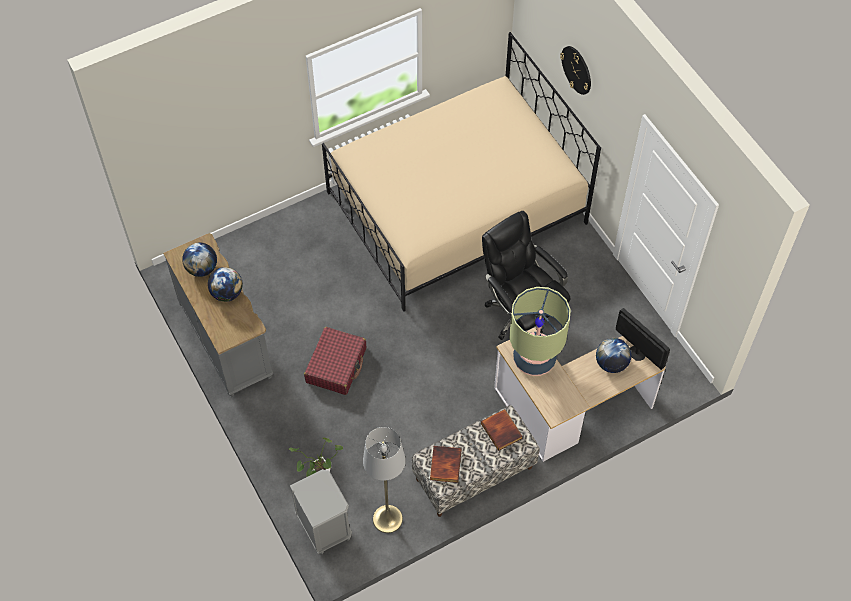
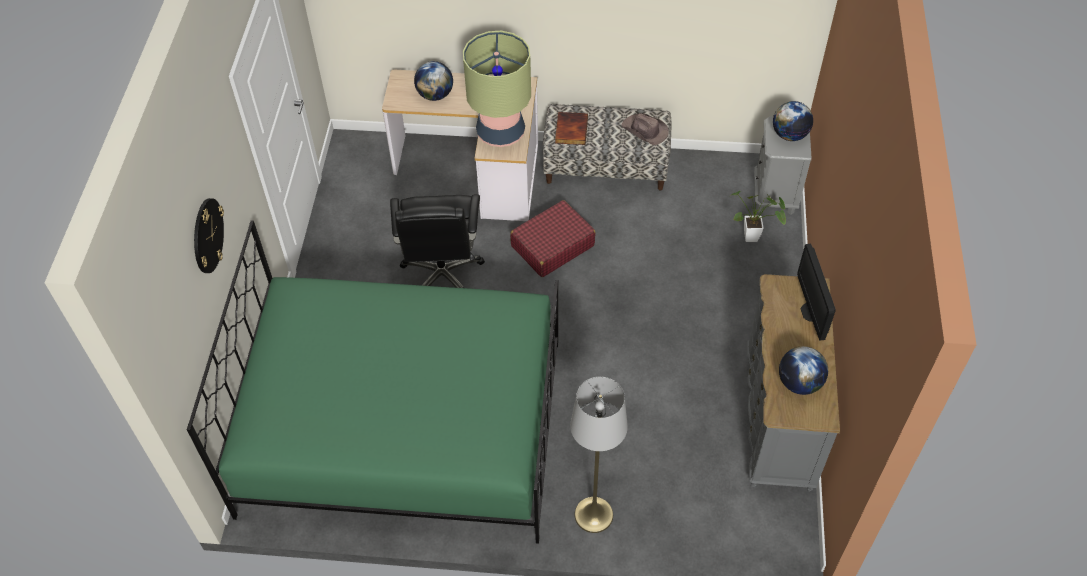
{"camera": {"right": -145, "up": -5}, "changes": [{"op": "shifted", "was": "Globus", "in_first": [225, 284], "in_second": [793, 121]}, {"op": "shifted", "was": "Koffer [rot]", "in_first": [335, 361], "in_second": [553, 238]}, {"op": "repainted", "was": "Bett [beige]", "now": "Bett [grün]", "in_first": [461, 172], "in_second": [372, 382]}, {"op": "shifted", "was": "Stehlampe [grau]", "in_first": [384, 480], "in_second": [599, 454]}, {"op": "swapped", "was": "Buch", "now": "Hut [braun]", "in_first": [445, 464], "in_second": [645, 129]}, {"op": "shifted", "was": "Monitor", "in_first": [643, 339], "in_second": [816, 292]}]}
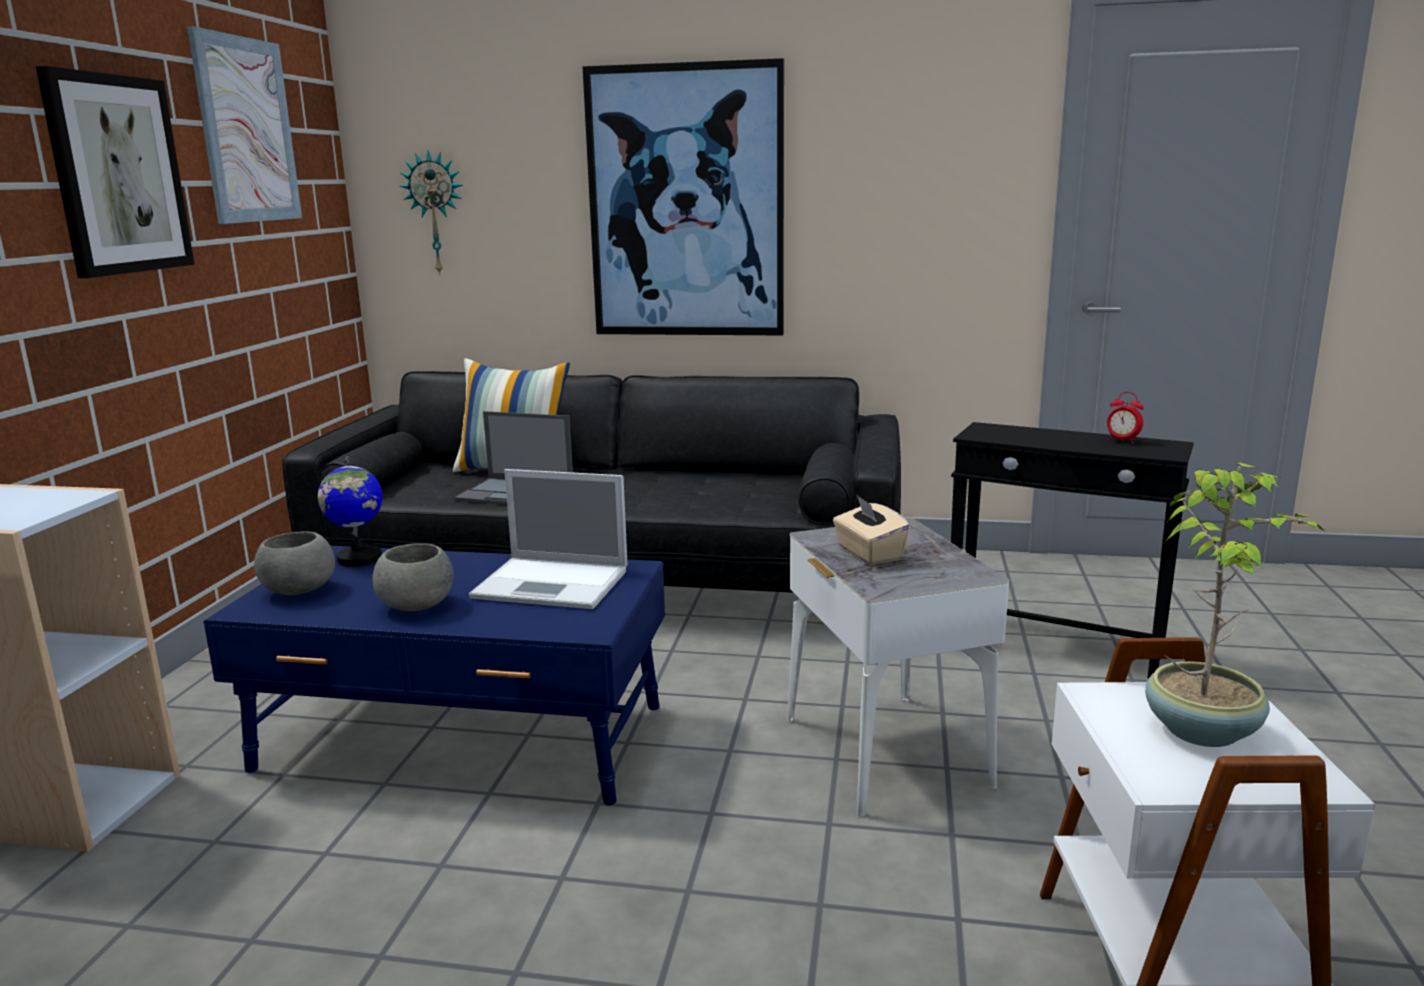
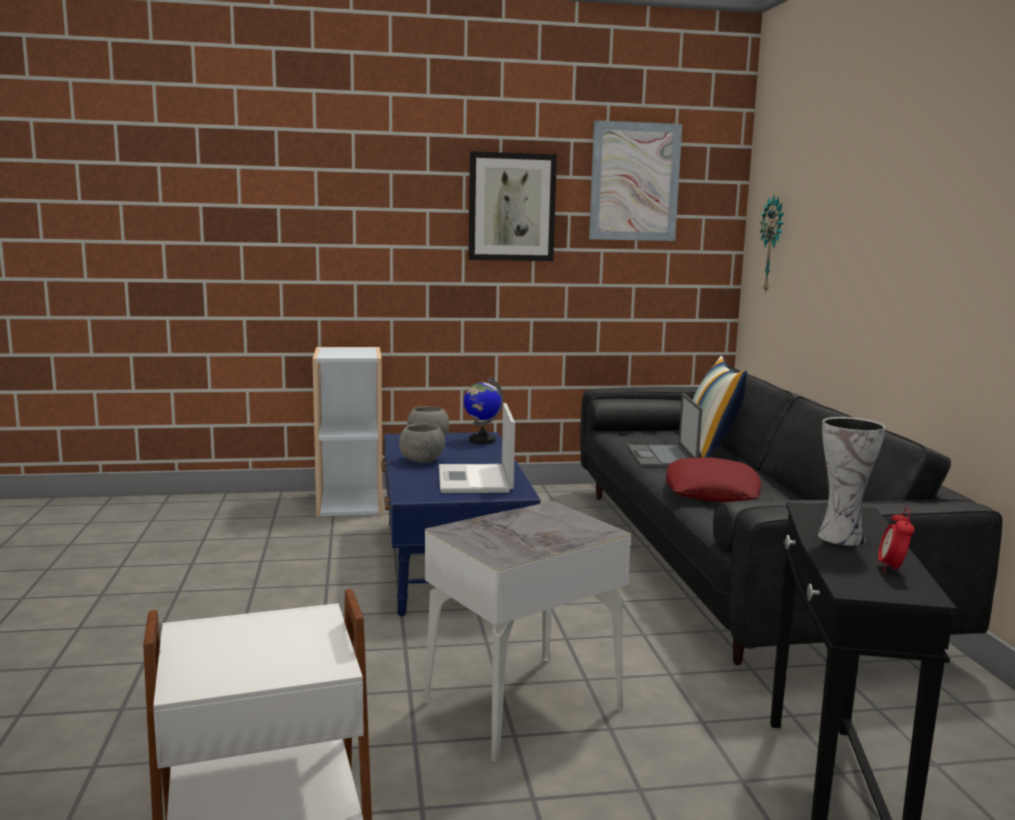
{"camera": {"right": 70, "up": -5}, "changes": [{"op": "gone", "was": "Bild", "in_first": [683, 196]}, {"op": "gone", "was": "Taschentuchbox [beige]", "in_first": [871, 530]}, {"op": "gone", "was": "Topfpflanze", "in_first": [1235, 604]}, {"op": "new", "now": "Kissen [rot]", "in_second": [713, 479]}, {"op": "new", "now": "Vase", "in_second": [851, 481]}]}
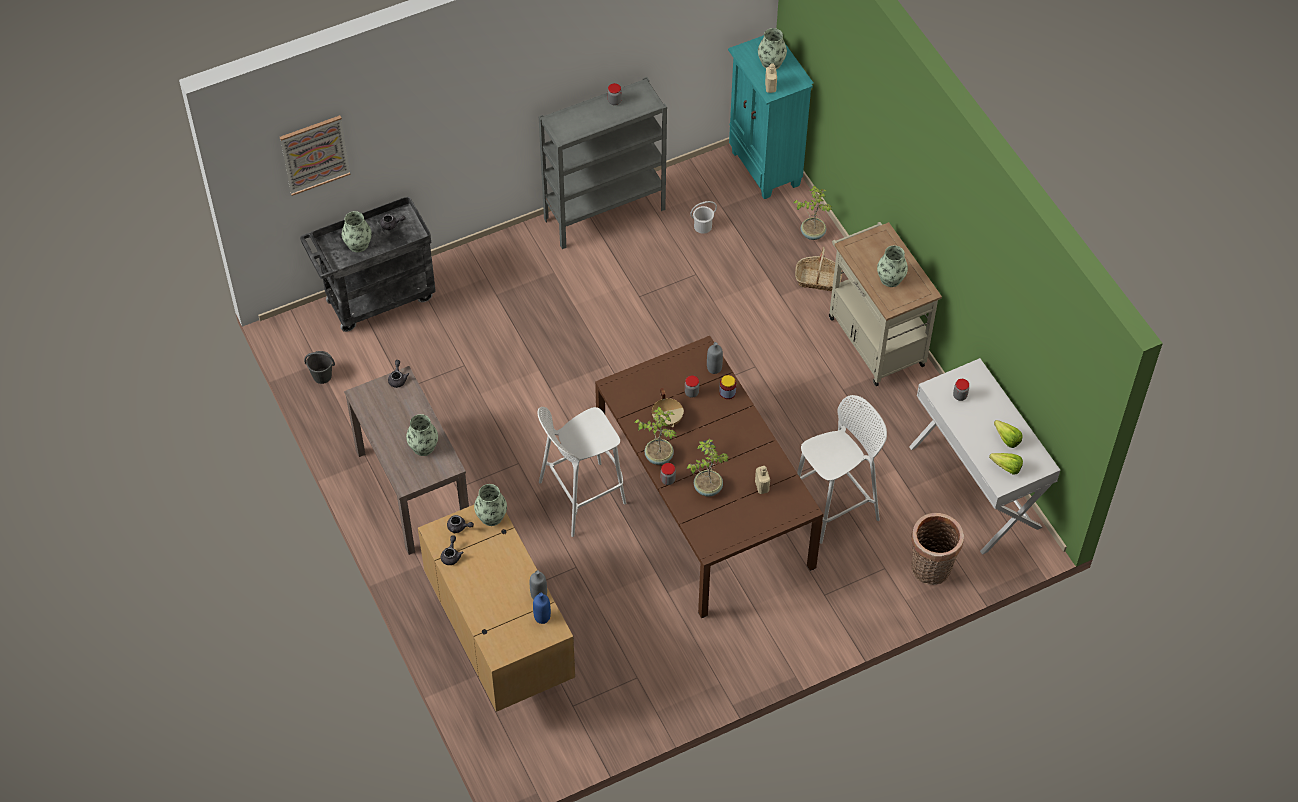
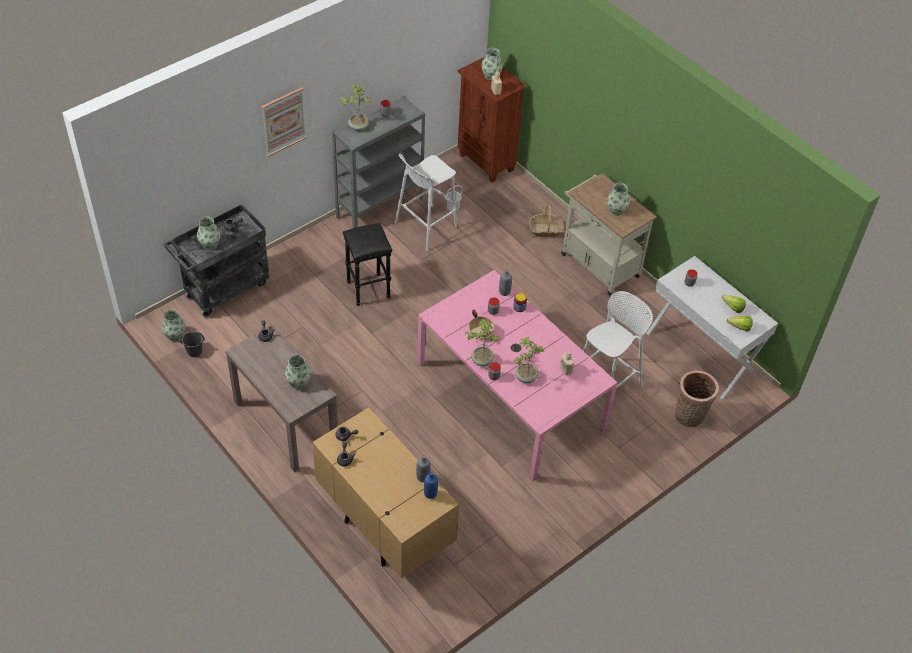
{"camera": {"right": -15, "up": -5}, "changes": [{"op": "shifted", "was": "Bild", "in_first": [315, 155], "in_second": [284, 122]}, {"op": "shifted", "was": "Vase", "in_first": [490, 505], "in_second": [173, 325]}, {"op": "shifted", "was": "Hocker [weiß]", "in_first": [582, 472], "in_second": [425, 202]}, {"op": "repainted", "was": "Esstisch [braun]", "now": "Esstisch [rosa]", "in_first": [709, 477], "in_second": [517, 375]}, {"op": "repainted", "was": "Schrank [türkis]", "now": "Schrank [braun]", "in_first": [770, 117], "in_second": [491, 120]}, {"op": "shifted", "was": "Topfpflanze", "in_first": [813, 213], "in_second": [356, 107]}, {"op": "new", "now": "Hocker [schwarz]", "in_second": [367, 264]}]}
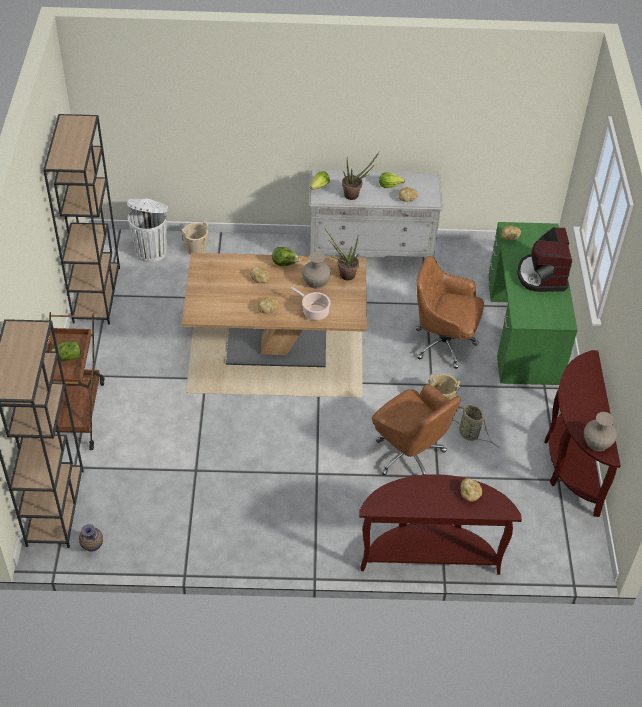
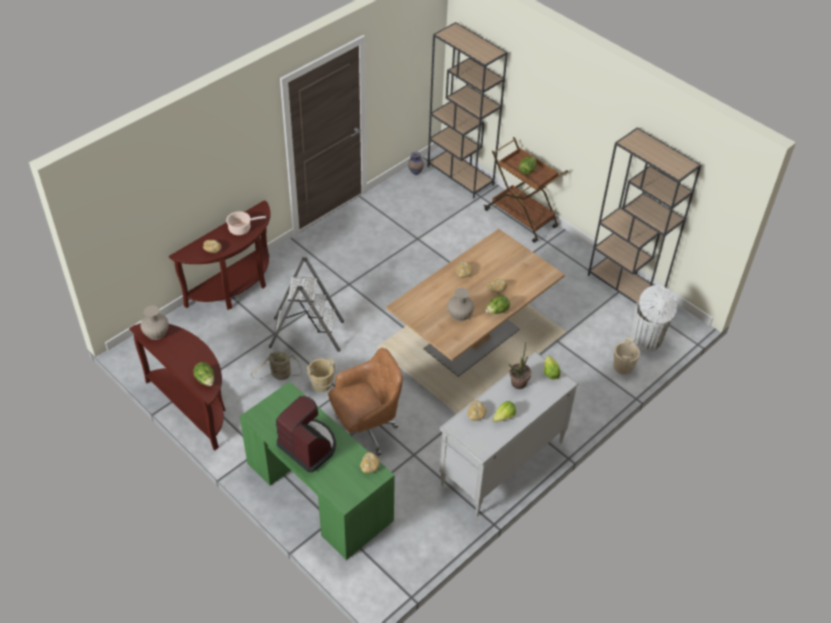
{"camera": {"right": 135, "up": 0}, "changes": [{"op": "shifted", "was": "Kochtopf", "in_first": [310, 304], "in_second": [246, 223]}, {"op": "gone", "was": "Topfpflanze", "in_first": [342, 254]}, {"op": "swapped", "was": "Bürostuhl [braun]", "now": "Trittleiter [grau]", "in_first": [416, 429], "in_second": [306, 304]}, {"op": "new", "now": "Salatkopf", "in_second": [203, 374]}]}
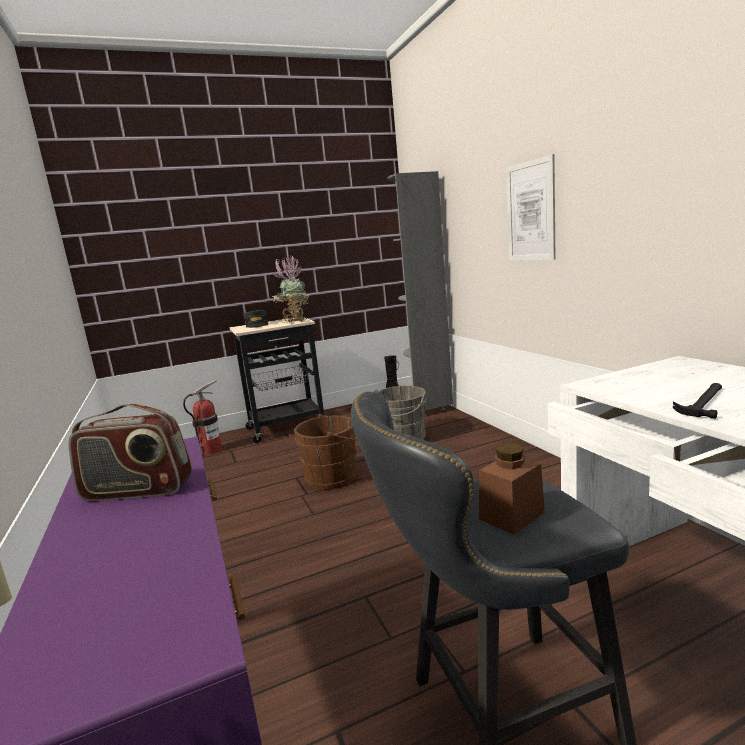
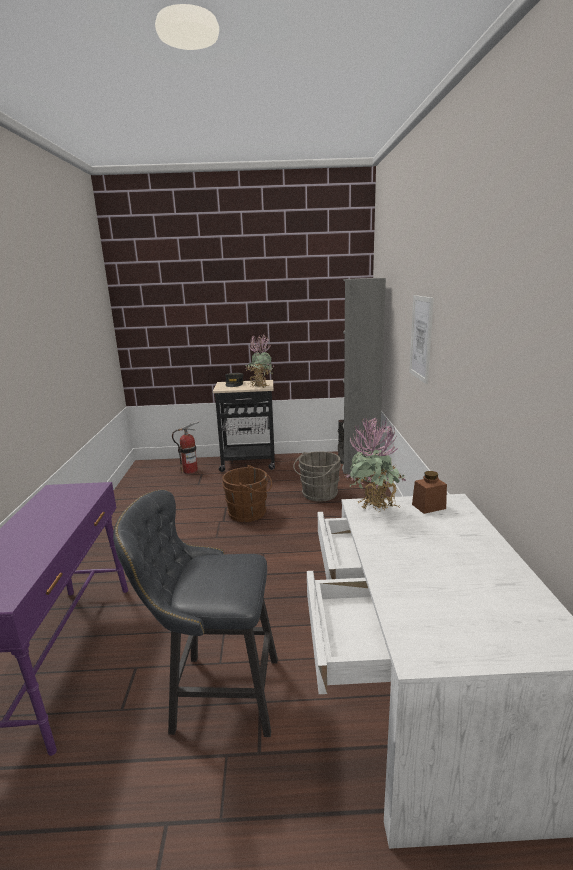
{"camera": {"right": 20, "up": 5}, "changes": [{"op": "gone", "was": "Radio", "in_first": [130, 452]}, {"op": "shifted", "was": "Vorratsglas [braun]", "in_first": [512, 489], "in_second": [429, 492]}, {"op": "gone", "was": "Hammer", "in_first": [697, 401]}, {"op": "new", "now": "Topfpflanze", "in_second": [376, 464]}]}
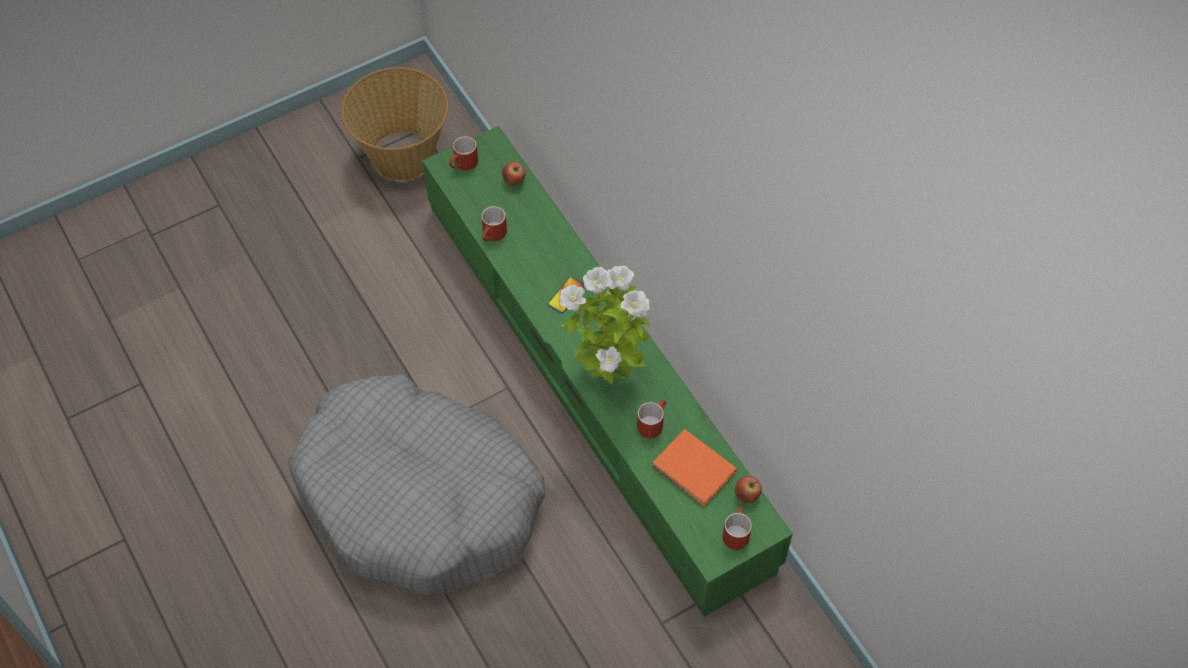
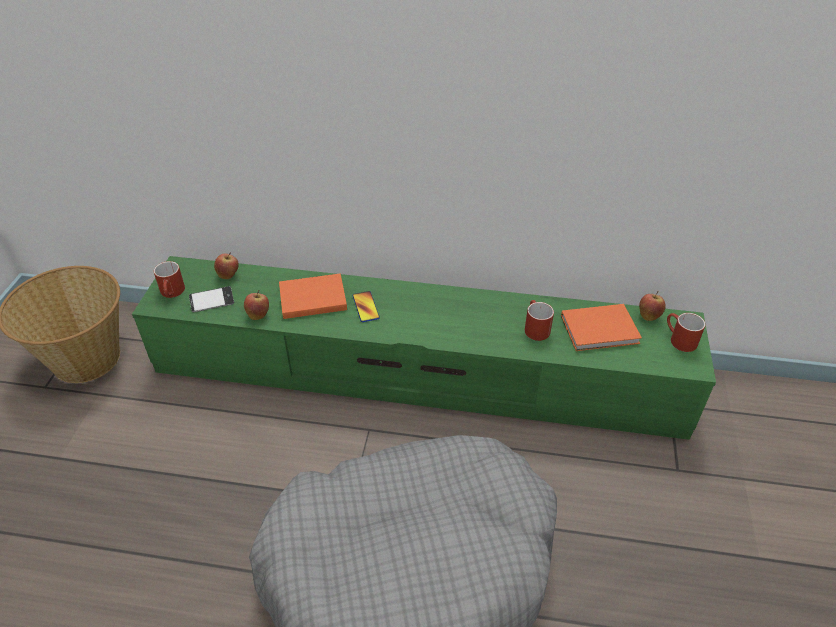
{"camera": {"right": -50, "up": -15}, "changes": [{"op": "swapped", "was": "Henkelbecher [rot]", "now": "Apfel", "in_first": [494, 223], "in_second": [256, 305]}, {"op": "gone", "was": "Topfpflanze", "in_first": [605, 325]}, {"op": "new", "now": "Handy", "in_second": [211, 299]}, {"op": "new", "now": "Buch [orange]", "in_second": [313, 296]}]}
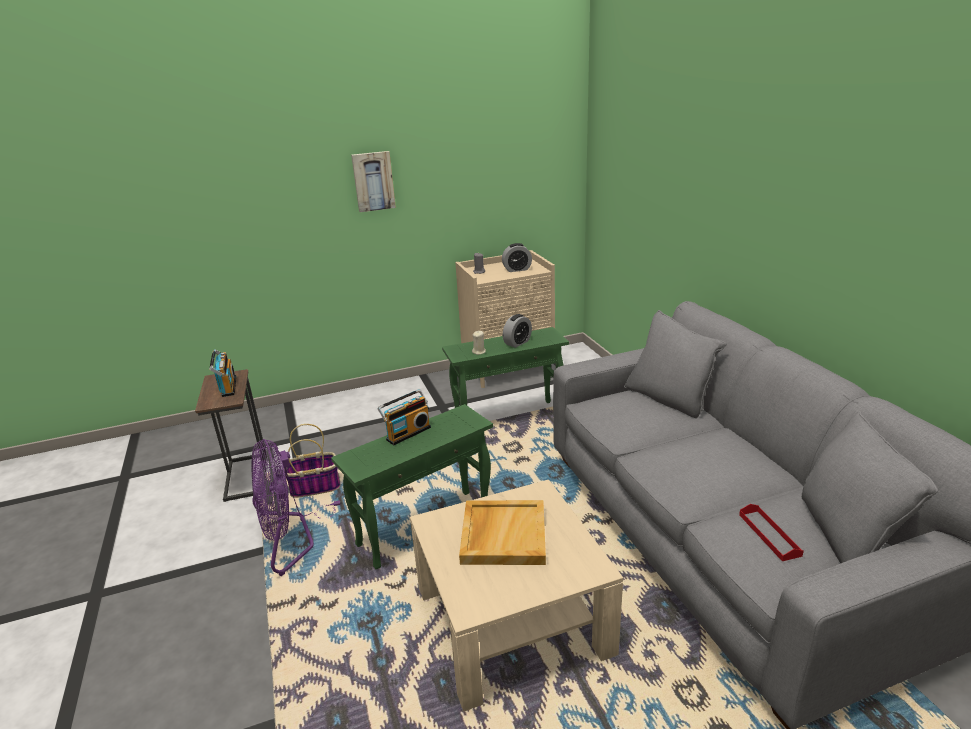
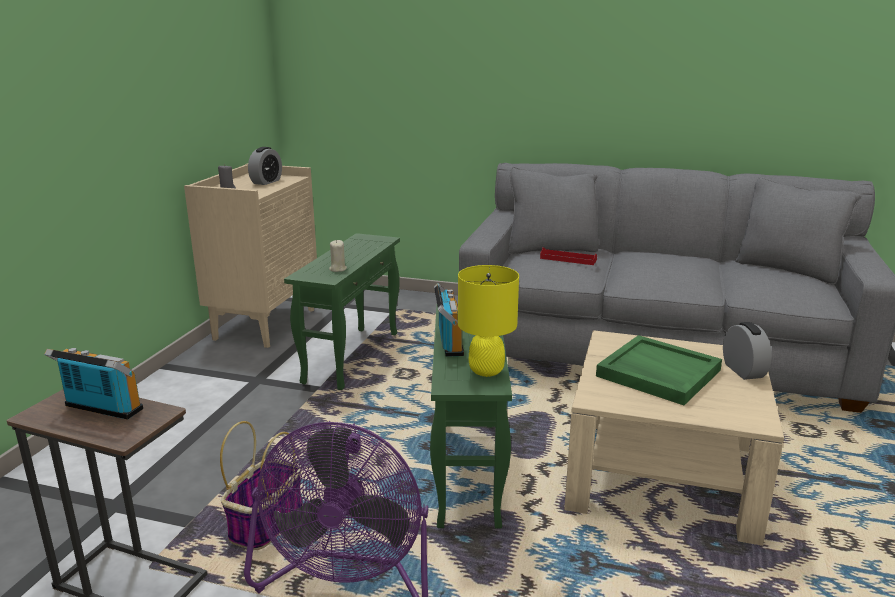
{"camera": {"right": -55, "up": -5}, "changes": [{"op": "gone", "was": "Bild", "in_first": [373, 181]}, {"op": "repainted", "was": "Tablett [beige]", "now": "Tablett [grün]", "in_first": [502, 532], "in_second": [659, 370]}, {"op": "shifted", "was": "Wecker", "in_first": [517, 331], "in_second": [747, 351]}, {"op": "shifted", "was": "Tablett [rot]", "in_first": [771, 532], "in_second": [568, 256]}, {"op": "new", "now": "Tischlampe [gelb]", "in_second": [488, 321]}]}
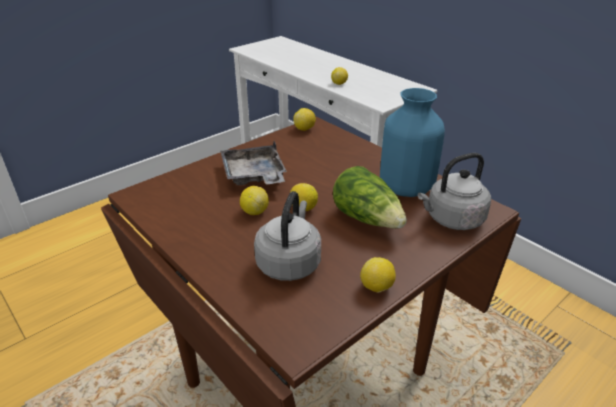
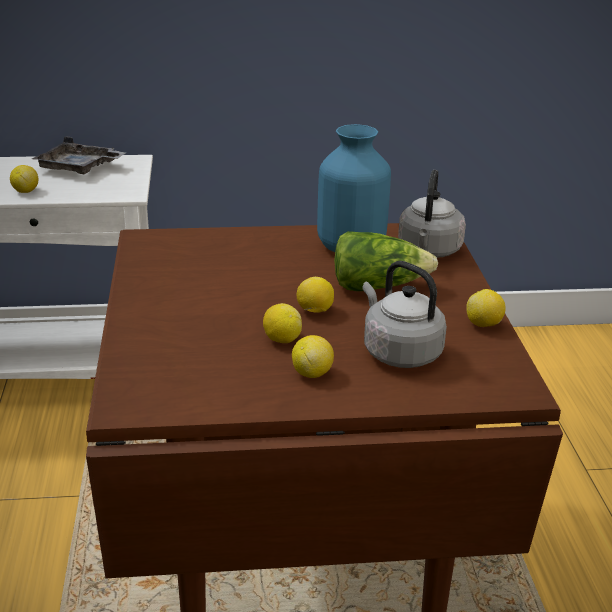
{"camera": {"right": -55, "up": -5}, "changes": [{"op": "shifted", "was": "Tablett [grau]", "in_first": [253, 163], "in_second": [79, 155]}, {"op": "shifted", "was": "Zitrone", "in_first": [304, 119], "in_second": [313, 356]}]}
